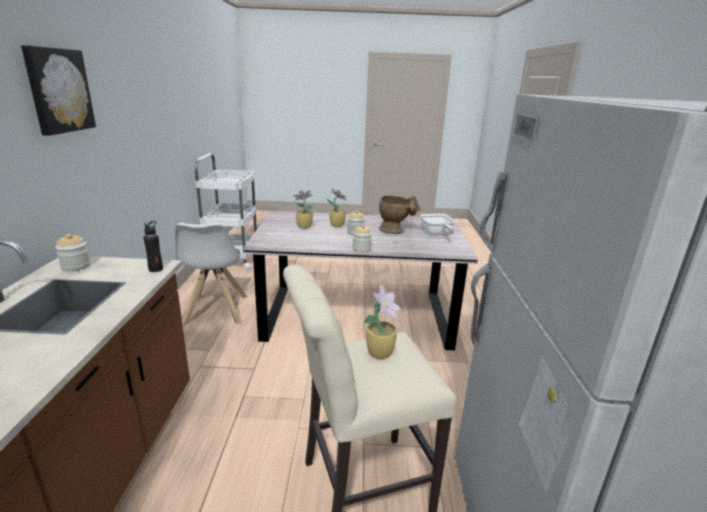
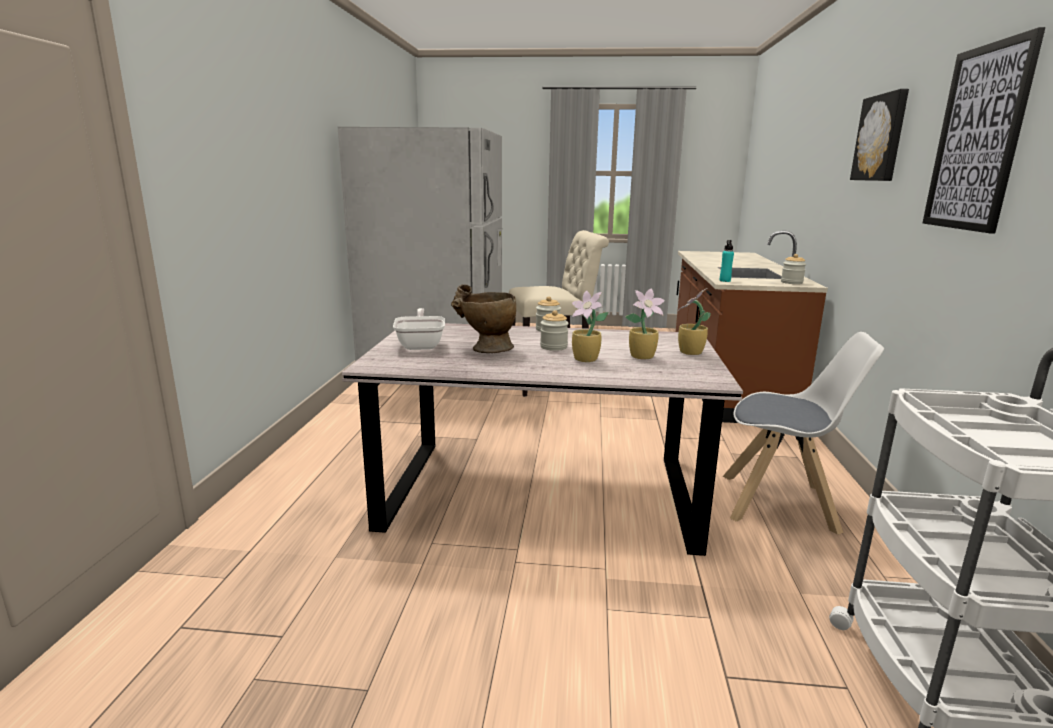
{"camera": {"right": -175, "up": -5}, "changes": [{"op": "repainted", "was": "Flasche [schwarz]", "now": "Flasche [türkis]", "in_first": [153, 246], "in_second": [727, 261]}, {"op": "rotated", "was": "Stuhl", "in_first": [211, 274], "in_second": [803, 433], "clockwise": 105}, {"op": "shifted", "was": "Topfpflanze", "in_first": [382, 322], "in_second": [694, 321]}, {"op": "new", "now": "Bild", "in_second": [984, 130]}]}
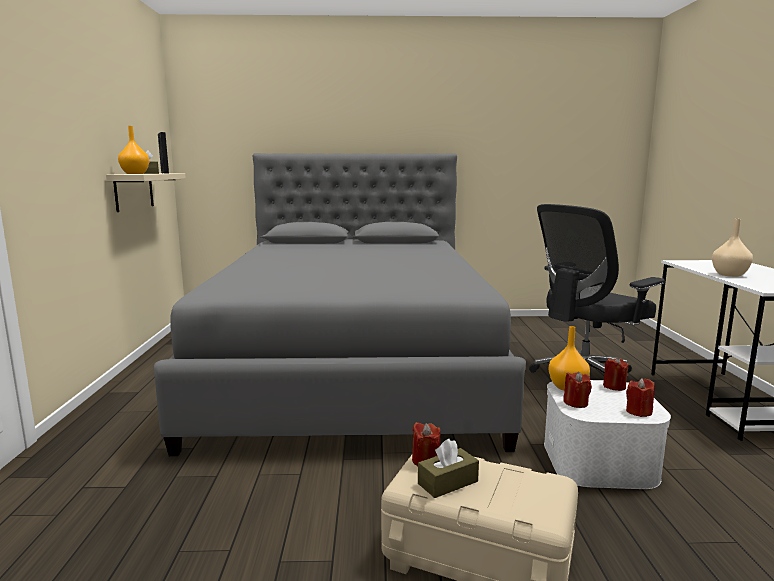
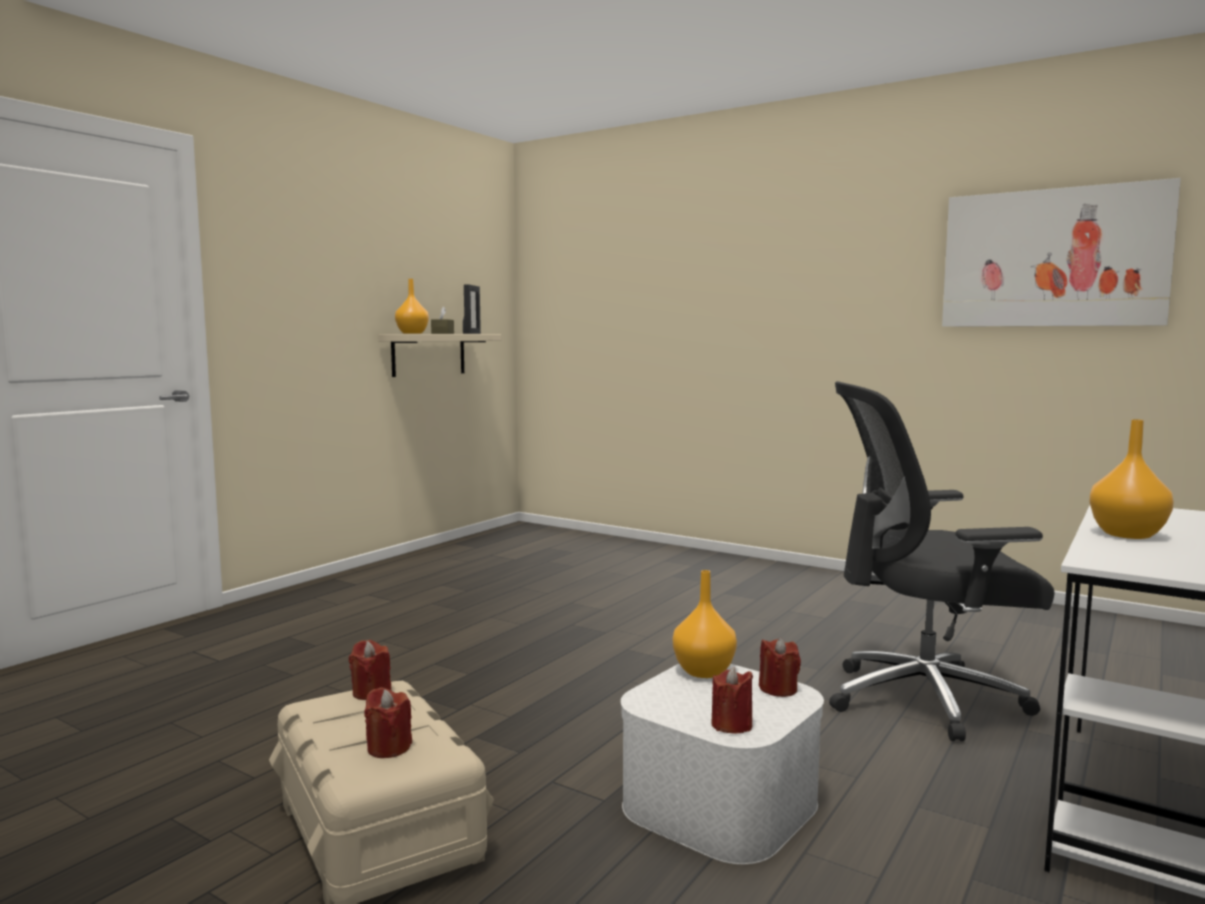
{"camera": {"right": 35, "up": -5}, "changes": [{"op": "gone", "was": "Bett [grau]", "in_first": [340, 304]}, {"op": "gone", "was": "Taschentuchbox [braun]", "in_first": [448, 468]}, {"op": "shifted", "was": "Kerze [rot]", "in_first": [577, 390], "in_second": [388, 722]}, {"op": "repainted", "was": "Vase [beige]", "now": "Vase [orange]", "in_first": [732, 248], "in_second": [1132, 479]}, {"op": "new", "now": "Bild", "in_second": [1061, 252]}]}
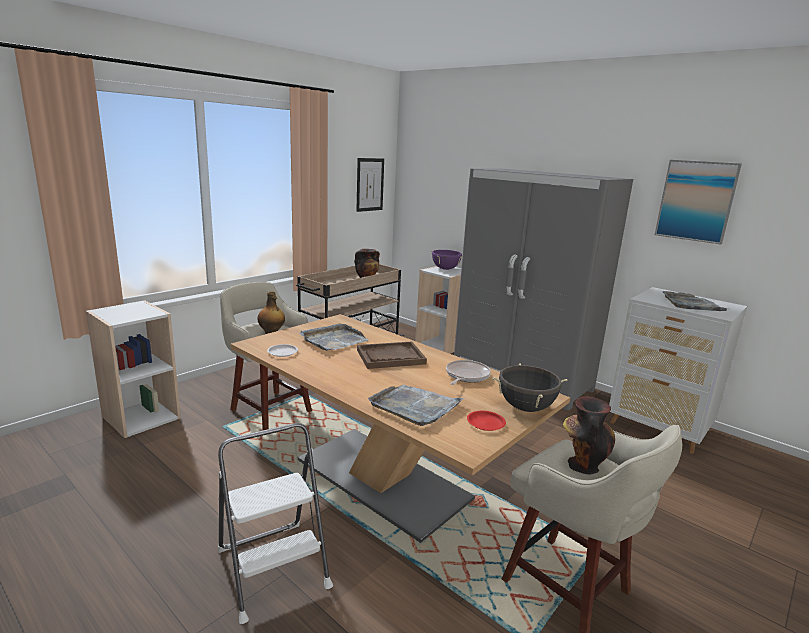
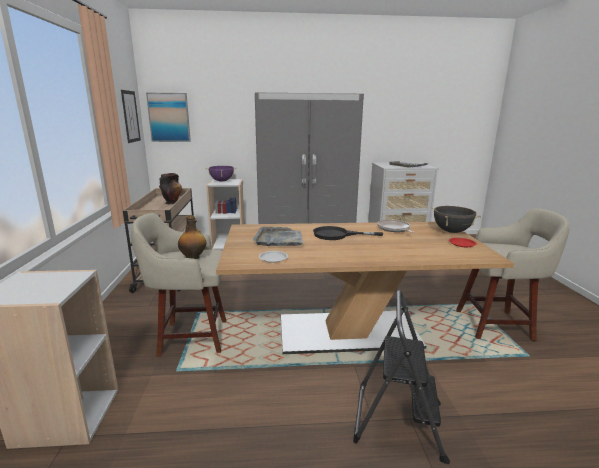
{"camera": {"right": -45, "up": 0}, "changes": [{"op": "repainted", "was": "Trittleiter [weiß]", "now": "Trittleiter [schwarz]", "in_first": [275, 523], "in_second": [401, 377]}, {"op": "swapped", "was": "Tablett [braun]", "now": "Pfanne [schwarz]", "in_first": [392, 355], "in_second": [348, 233]}, {"op": "gone", "was": "Tablett [grau]", "in_first": [416, 405]}, {"op": "gone", "was": "Vase", "in_first": [589, 435]}, {"op": "shifted", "was": "Bild", "in_first": [698, 202], "in_second": [168, 117]}]}
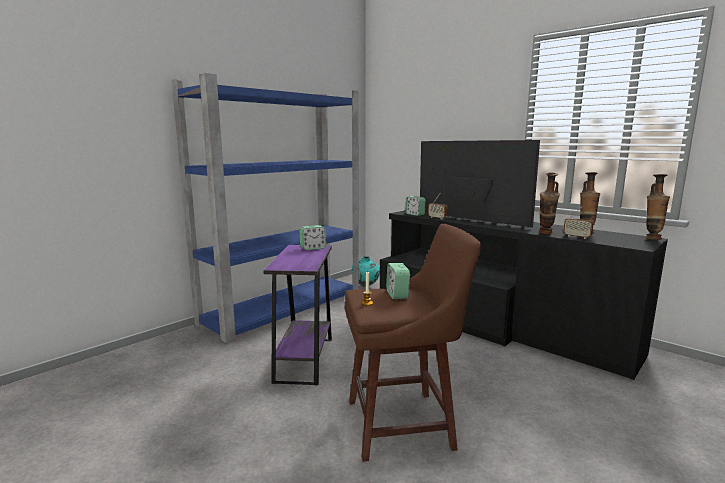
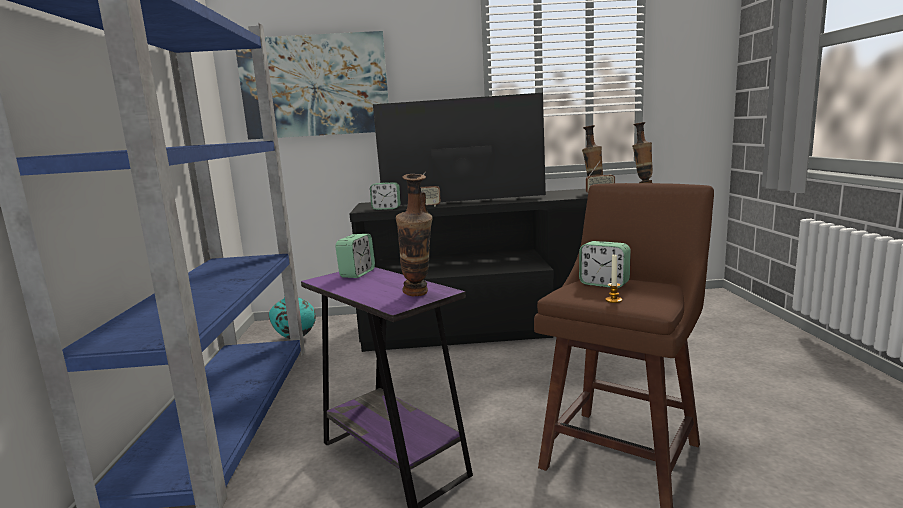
{"camera": {"right": -45, "up": 0}, "changes": [{"op": "shifted", "was": "Vase", "in_first": [549, 203], "in_second": [414, 235]}, {"op": "new", "now": "Bild", "in_second": [312, 85]}]}
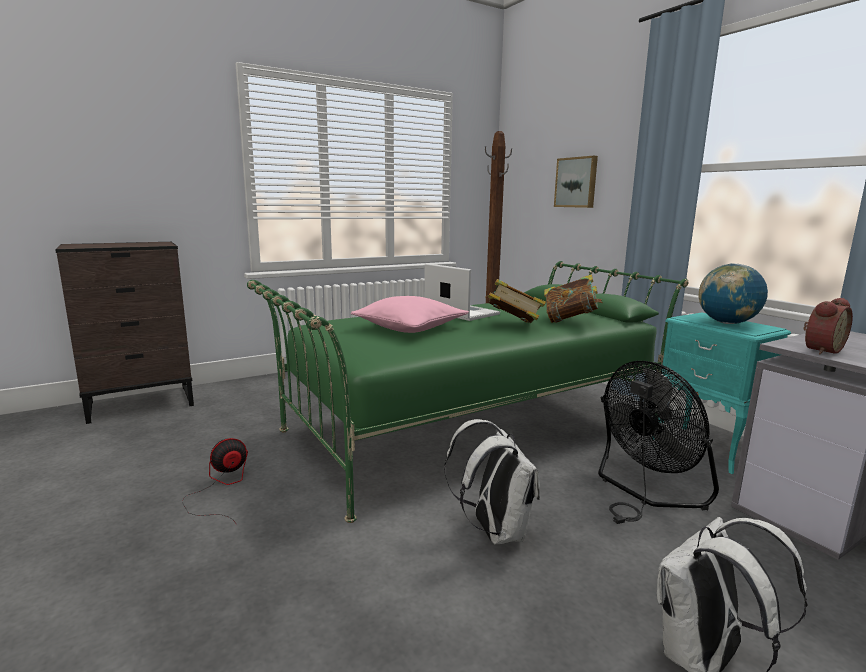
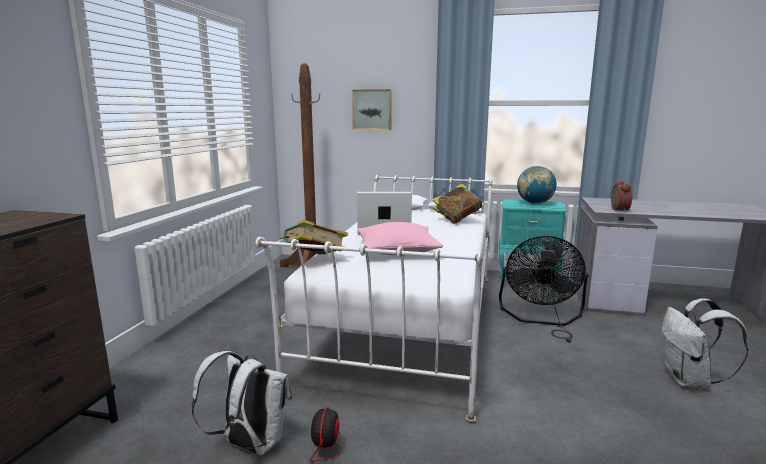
{"camera": {"right": -45, "up": 0}, "changes": [{"op": "repainted", "was": "Bett [grün]", "now": "Bett [weiß]", "in_first": [468, 392], "in_second": [373, 299]}, {"op": "shifted", "was": "Rucksack [weiß]", "in_first": [492, 481], "in_second": [241, 403]}, {"op": "shifted", "was": "Buch", "in_first": [515, 301], "in_second": [314, 237]}]}
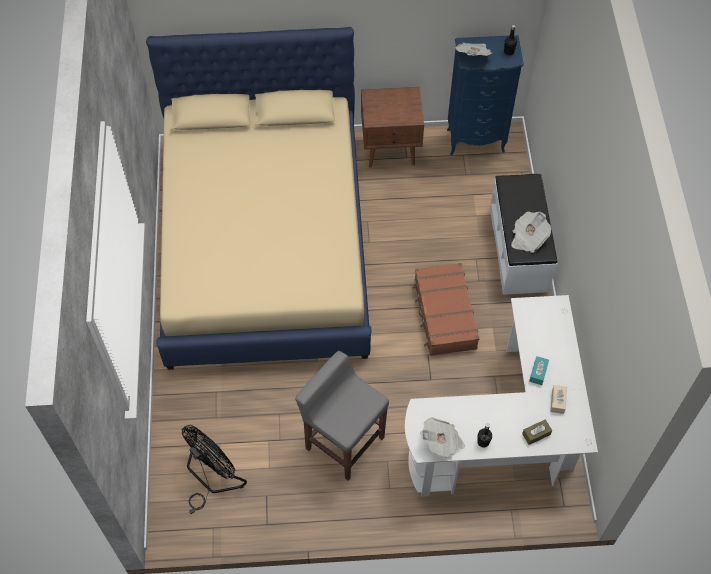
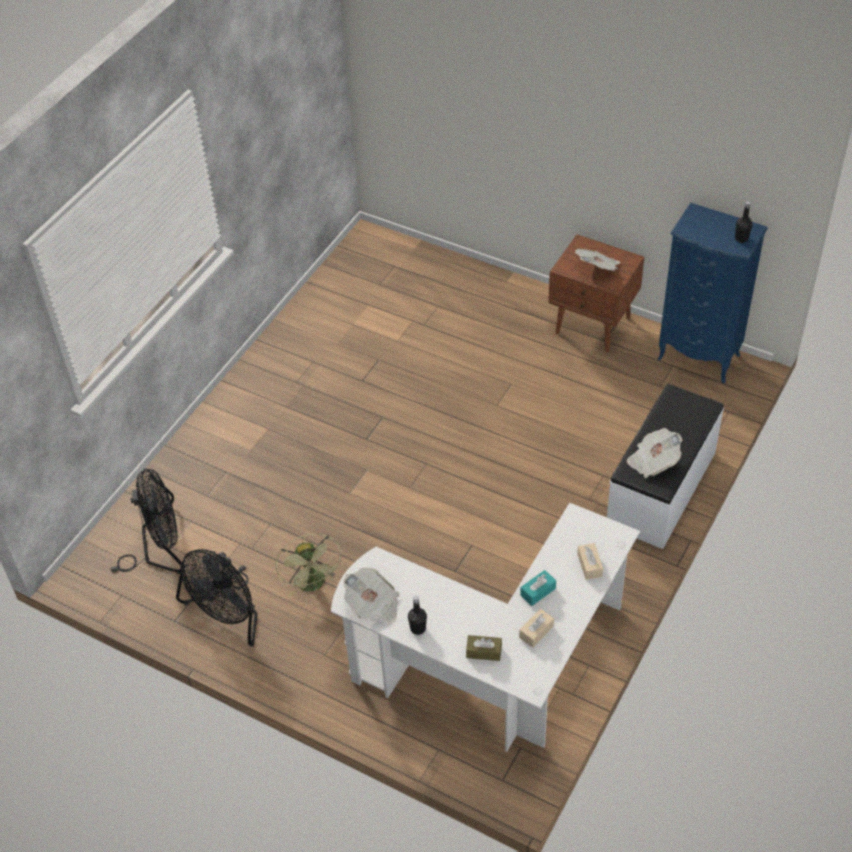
{"camera": {"right": 35, "up": -10}, "changes": [{"op": "gone", "was": "Bett [beige]", "in_first": [259, 198]}, {"op": "swapped", "was": "Hocker [grau]", "now": "Ventilator [grün]", "in_first": [342, 416], "in_second": [309, 565]}, {"op": "gone", "was": "Koffer [braun]", "in_first": [445, 309]}, {"op": "shifted", "was": "Zeitung", "in_first": [473, 49], "in_second": [597, 260]}, {"op": "new", "now": "Ventilator [schwarz]", "in_second": [216, 598]}, {"op": "new", "now": "Taschentuchbox [beige]", "in_second": [590, 561]}]}
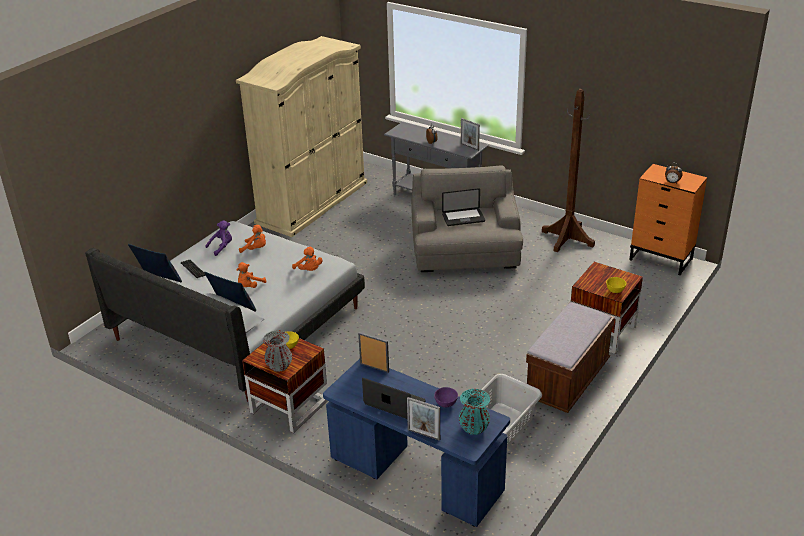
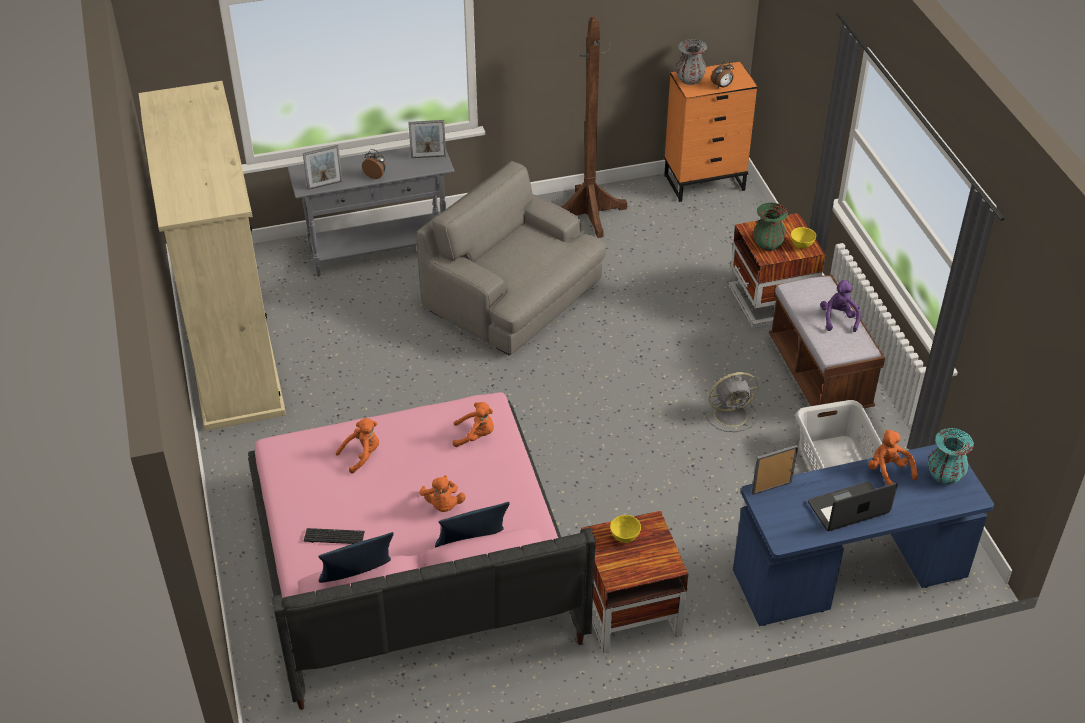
{"camera": {"right": -50, "up": 10}, "changes": [{"op": "repainted", "was": "Bett [grau]", "now": "Bett [rosa]", "in_first": [225, 311], "in_second": [422, 551]}, {"op": "shifted", "was": "Plüschtier [lila]", "in_first": [219, 238], "in_second": [840, 306]}, {"op": "shifted", "was": "Vase [grau]", "in_first": [277, 351], "in_second": [691, 62]}, {"op": "shifted", "was": "Bilderrahmen", "in_first": [423, 419], "in_second": [323, 167]}, {"op": "swapped", "was": "Schüssel [lila]", "now": "Plüschtier [orange]", "in_first": [446, 397], "in_second": [893, 457]}, {"op": "gone", "was": "Laptop", "in_first": [463, 207]}, {"op": "new", "now": "Ventilator [grau]", "in_second": [730, 402]}, {"op": "new", "now": "Vase [grün]", "in_second": [770, 226]}]}
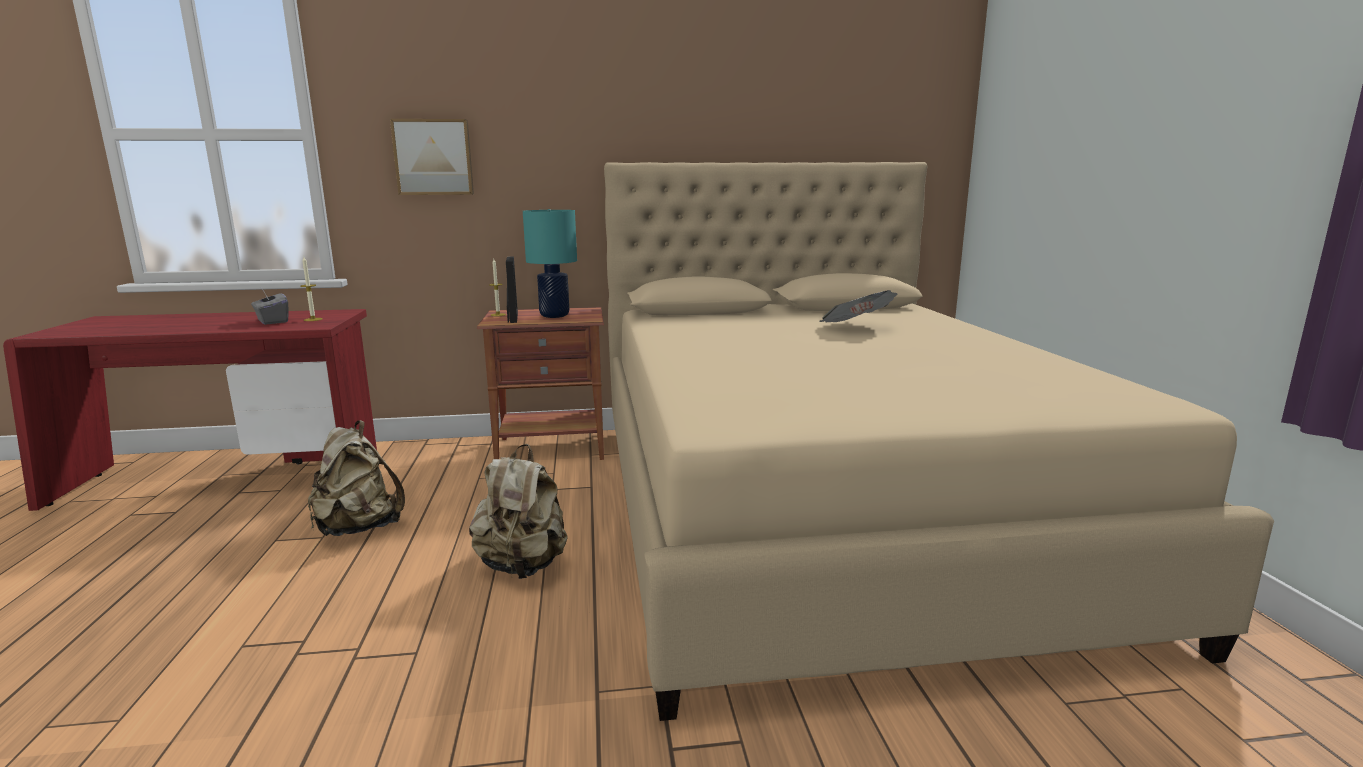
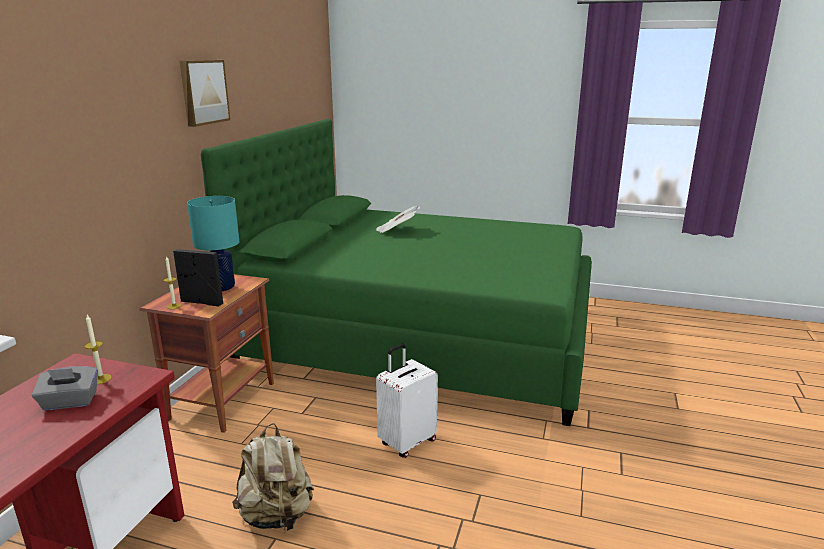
{"camera": {"right": -65, "up": 5}, "changes": [{"op": "shifted", "was": "Bild", "in_first": [432, 157], "in_second": [205, 93]}, {"op": "swapped", "was": "Rucksack [beige]", "now": "Koffer [weiß]", "in_first": [518, 511], "in_second": [407, 401]}, {"op": "repainted", "was": "Bett [beige]", "now": "Bett [grün]", "in_first": [939, 441], "in_second": [396, 272]}]}
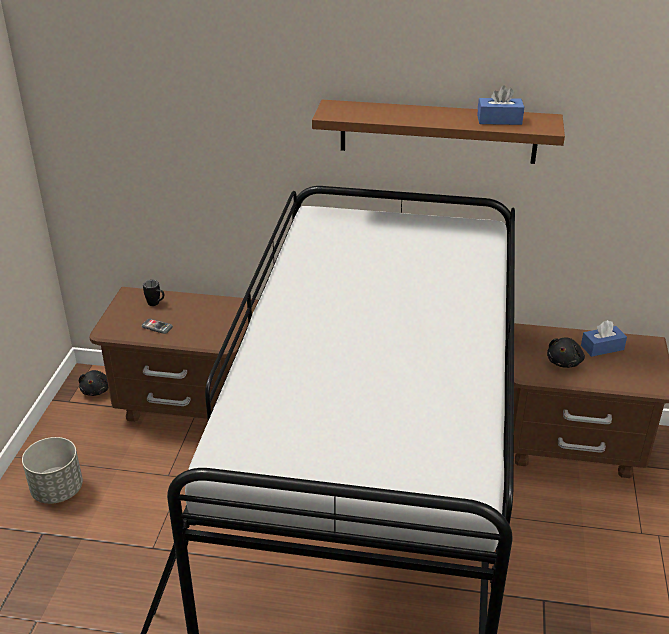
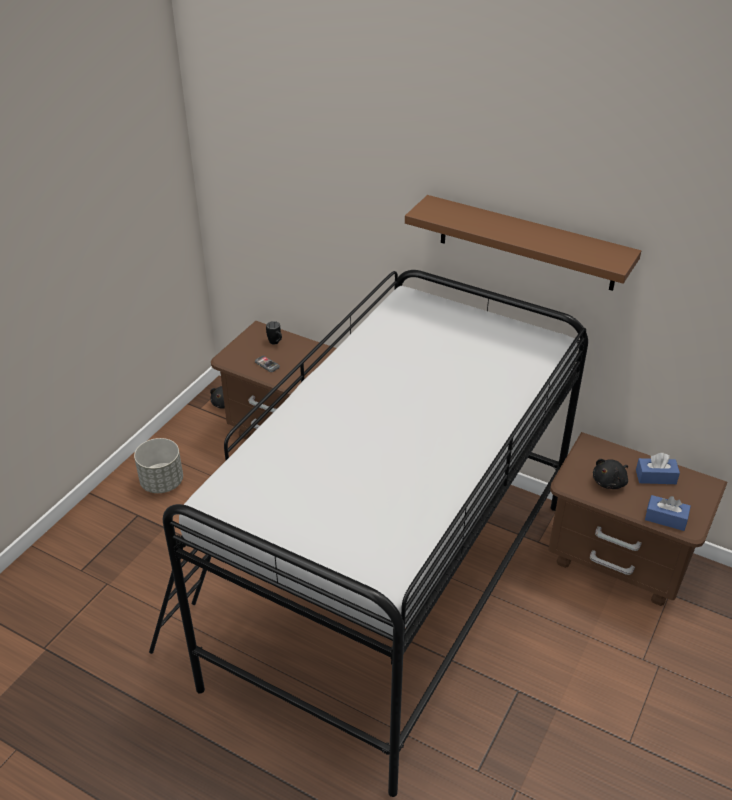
{"camera": {"right": 20, "up": 5}, "changes": [{"op": "shifted", "was": "Taschentuchbox [blau]", "in_first": [500, 105], "in_second": [668, 513]}]}
